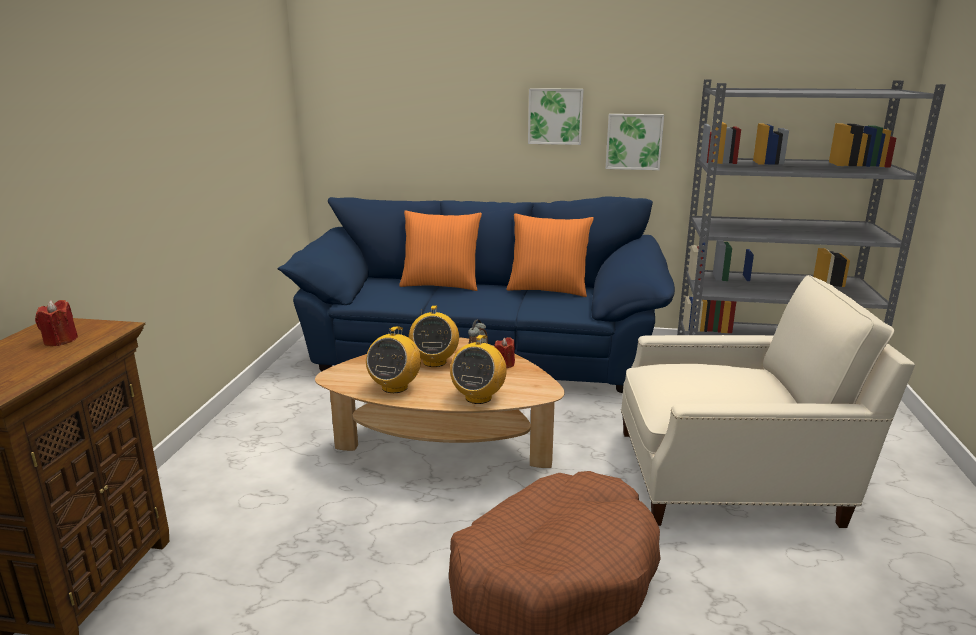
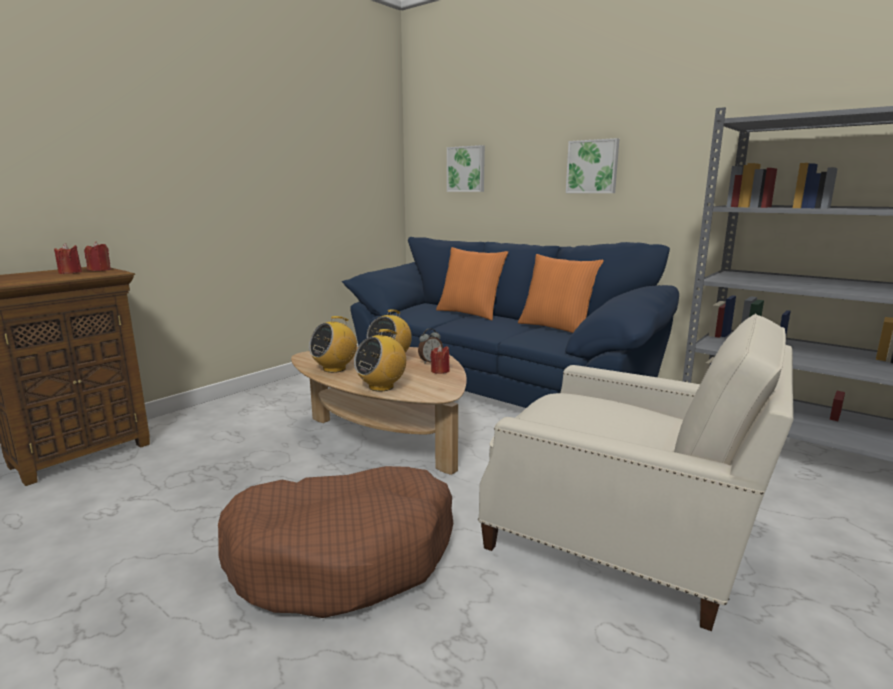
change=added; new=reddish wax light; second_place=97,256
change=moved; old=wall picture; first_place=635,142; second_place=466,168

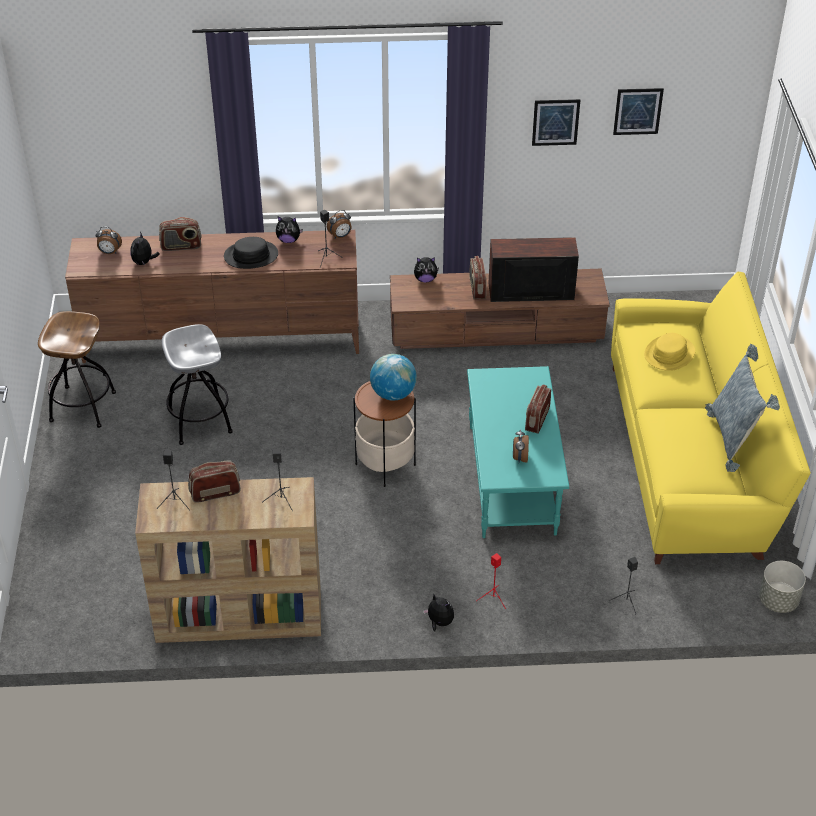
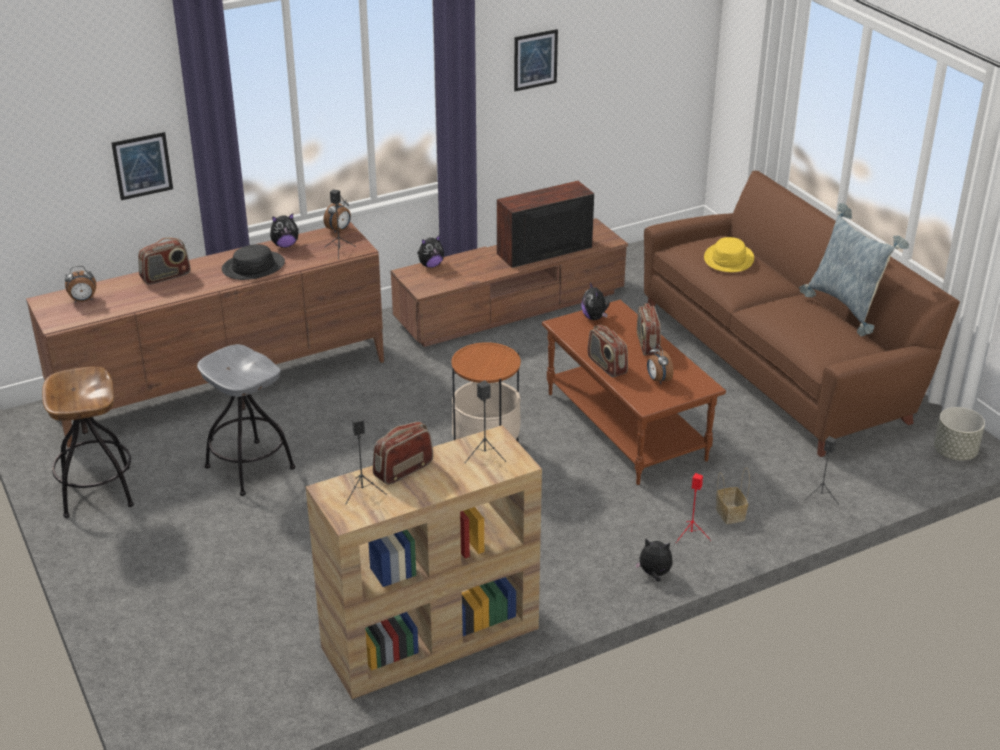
change=moved; old=wall picture; first_place=638,111; second_place=142,166
change=recoloured; old=turquoise-coloured coffee table; new=brownish coffee table; first_place=518,452; second_place=634,392
change=moved; old=soft toy; first_place=145,248; second_place=595,301
change=moved; old=radio; first_place=477,277; second_place=607,351
change=recoloured; old=yellowish couch; new=brownish couch; first_place=711,418; second_place=802,314
change=added; new=household basket; second_place=733,496
change=removed; old=desk globe; first_place=393,377

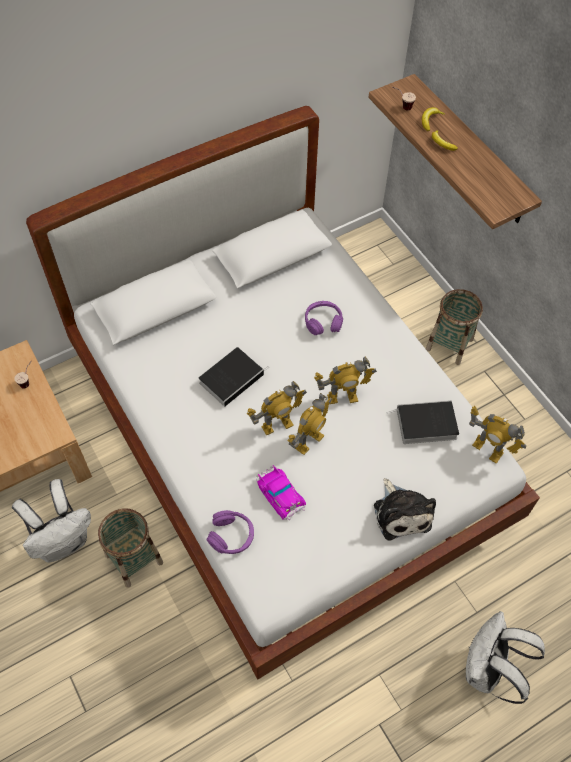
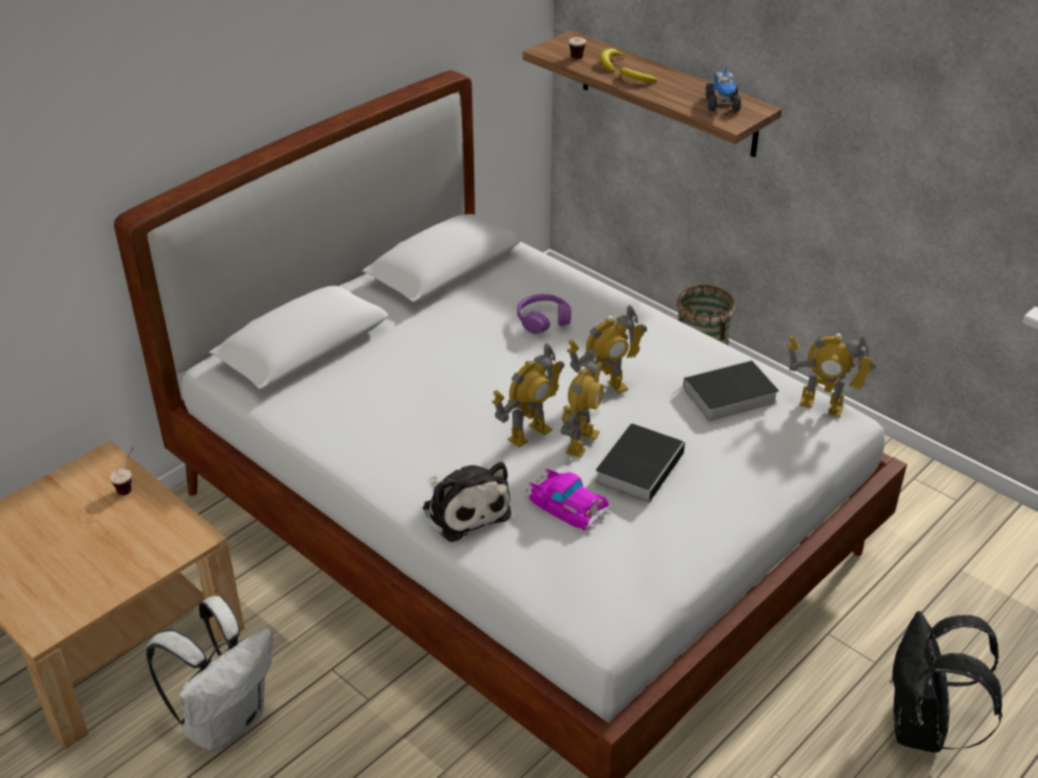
change=moved; old=soft toy; first_place=405,509; second_place=467,502
change=moved; old=volume; first_place=234,377; second_place=640,463
change=added; new=model truck; second_place=723,90
change=recoloured; old=white knapsack; new=black-coloured knapsack; first_place=505,657; second_place=946,682
change=removed; old=household basket; first_place=130,548
change=removed; old=purple pair of headphones; first_place=230,532

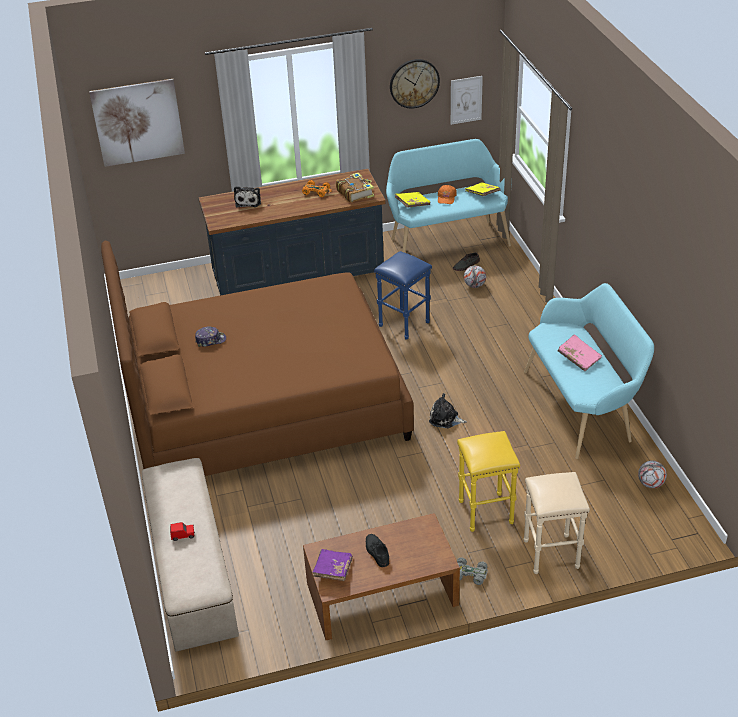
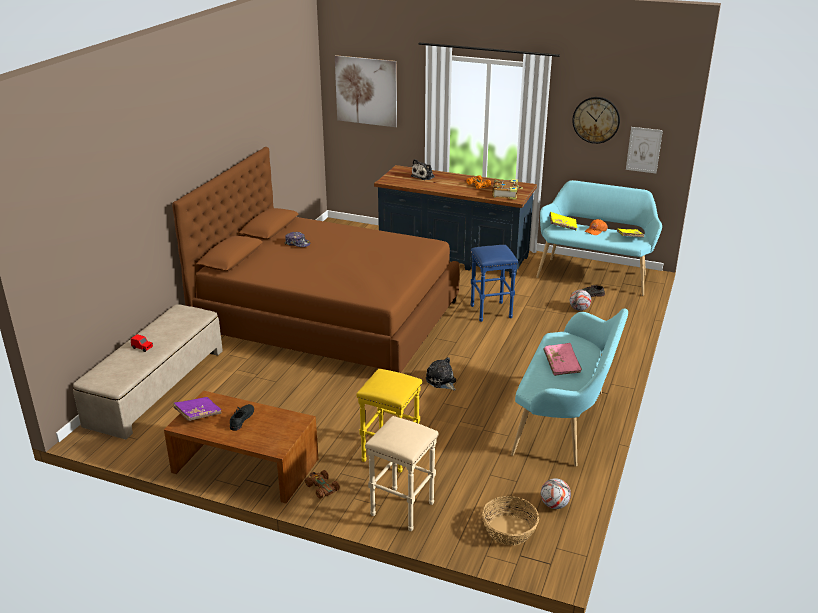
change=recoloured; old=greyish miniature car; new=brownish miniature car; first_place=472,571; second_place=322,484
change=added; new=household basket; second_place=510,520

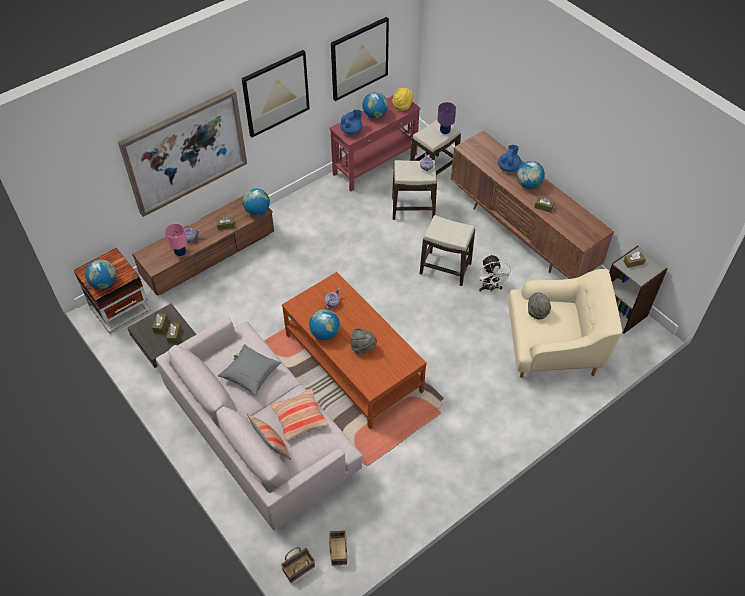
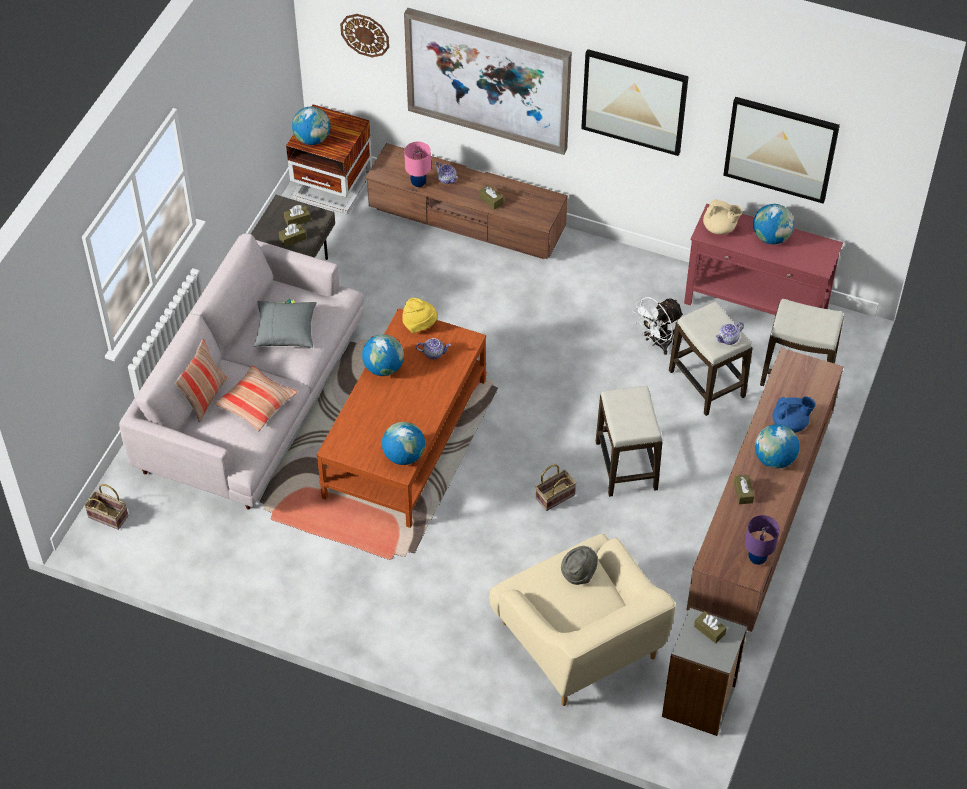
change=added; new=hanging clock; second_place=364,35
change=moved; old=desk globe; first_place=256,201; second_place=403,443
change=moved; old=yellowish hat; first_place=403,99; second_place=420,315
change=moved; old=household basket; first_place=338,548; second_place=555,487
change=moved; old=white cooling fan; first_place=494,273; second_place=658,326
change=recoloured; old=blue tea pot; new=sand-coloured tea pot; first_place=351,122; second_place=723,217
change=moved; old=purple lamp for a table; first_place=446,118; second_place=762,540
change=removed; old=greyish hat; first_place=363,341

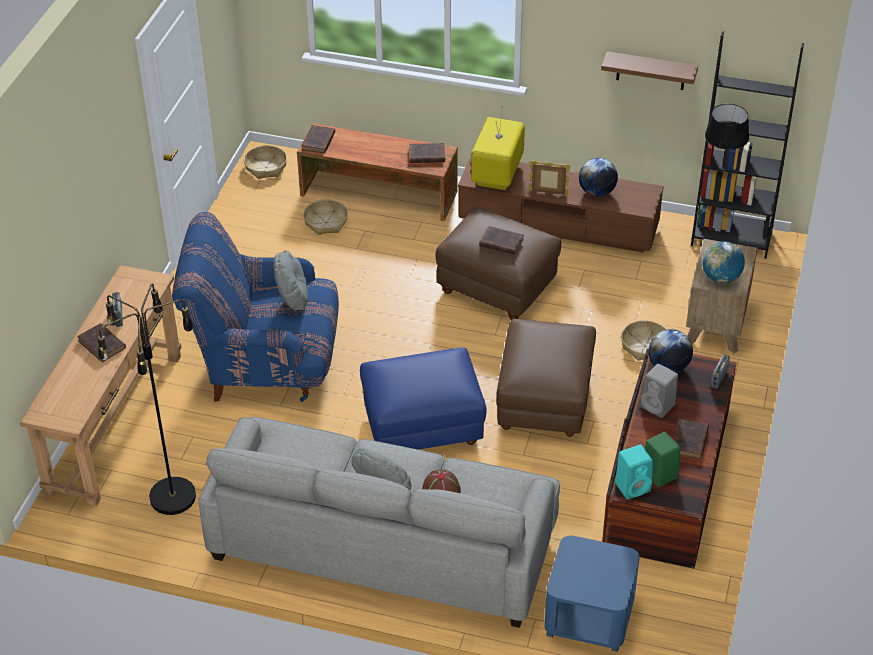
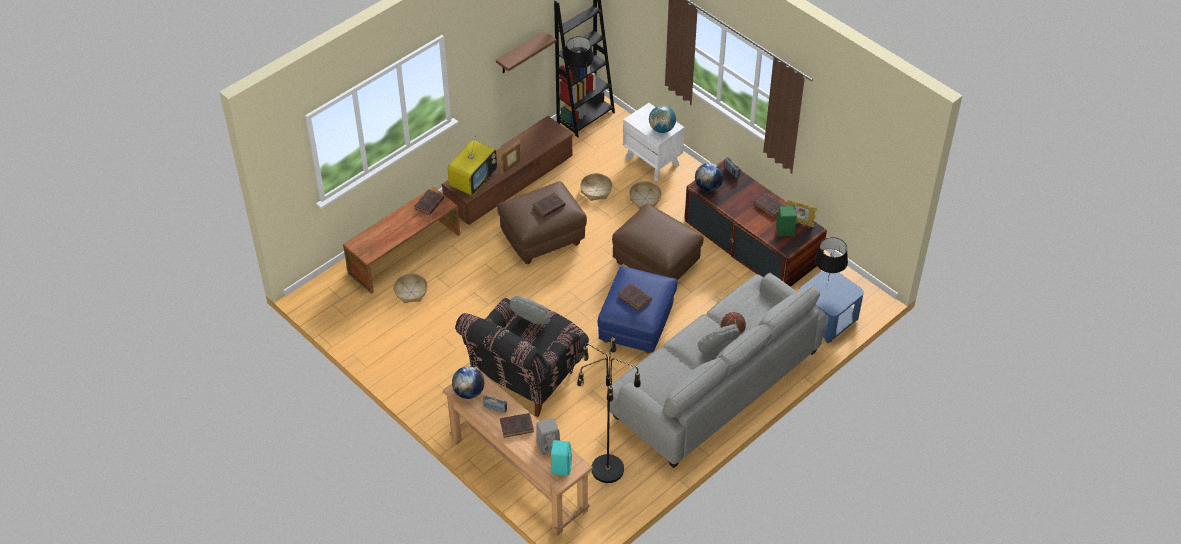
change=turned; old=television; first_place=497,148; second_place=472,166; degrees=-105
change=moved; old=desk globe; first_place=598,177; second_place=468,382
change=recoloured; old=blue easy chair; new=black-coloured easy chair; first_place=255,307; second_place=522,357
change=moved; old=greyish loudspeaker; first_place=659,391; second_place=548,436
change=moved; old=turquoise-coloured loudspeaker; first_place=634,472; second_place=561,458
change=moved; old=household basket; first_place=265,162; second_place=596,187
change=moved; old=brownish volume; first_place=318,139; second_place=635,297
change=recoloured; old=brownish bedside table; new=white bedside table; first_place=721,296; second_place=654,142
change=added; new=photo frame; second_place=802,213
change=added; new=black-coloured lamp for a table; second_place=831,258

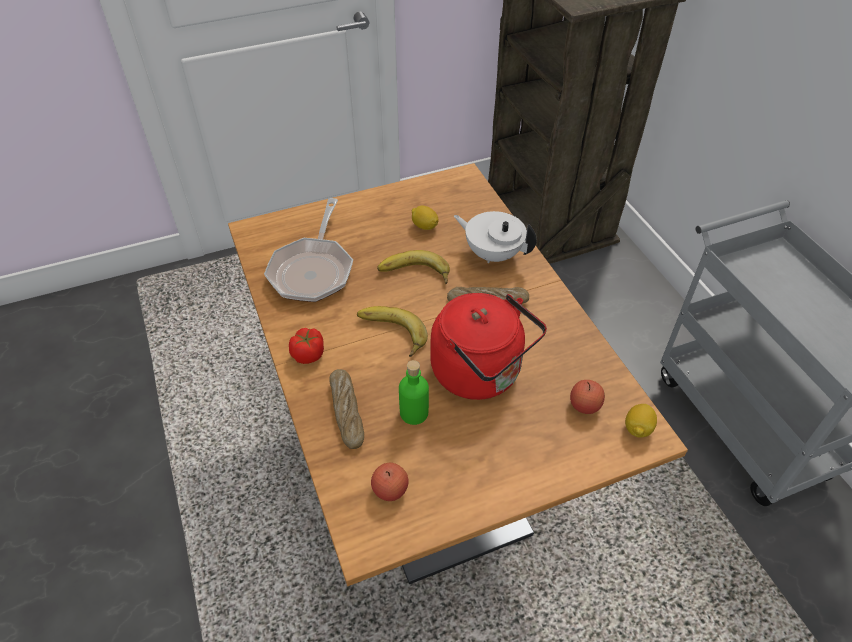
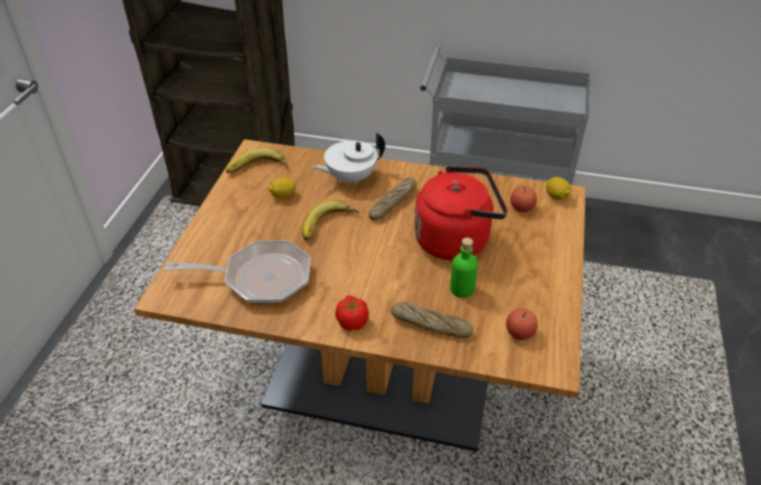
change=turned; old=pan; first_place=308,250; second_place=237,272; degrees=-45
change=moved; old=banana fruit; first_place=392,331; second_place=256,160

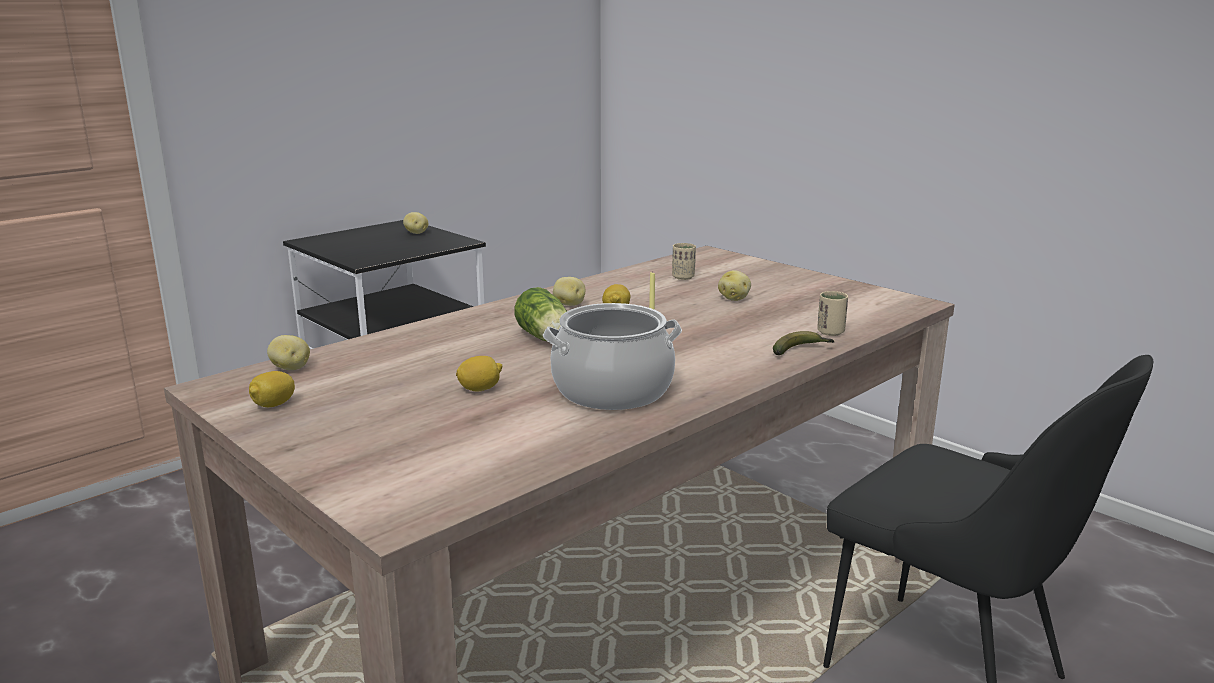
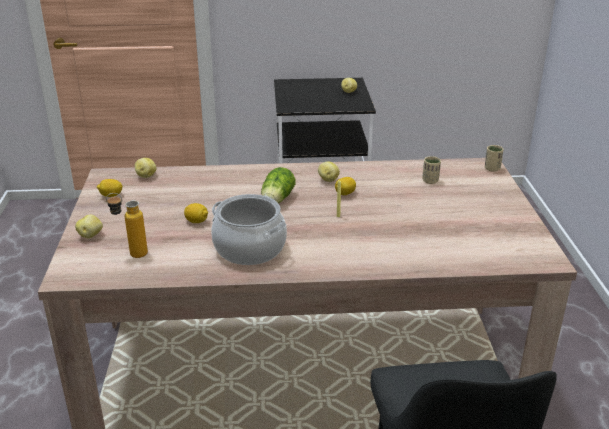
change=moved; old=spud; first_place=734,285; second_place=89,226
change=added; new=drink bottle; second_place=127,225
change=moved; old=sand-coloured small cup; first_place=832,313; second_place=494,158
change=removed; old=banana fruit; first_place=803,343

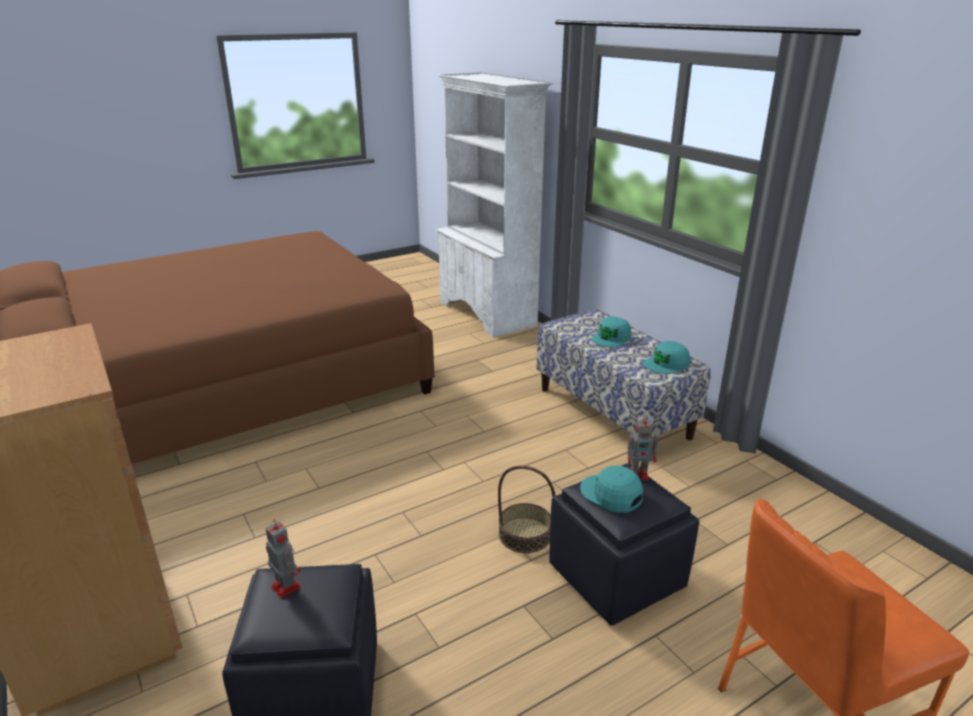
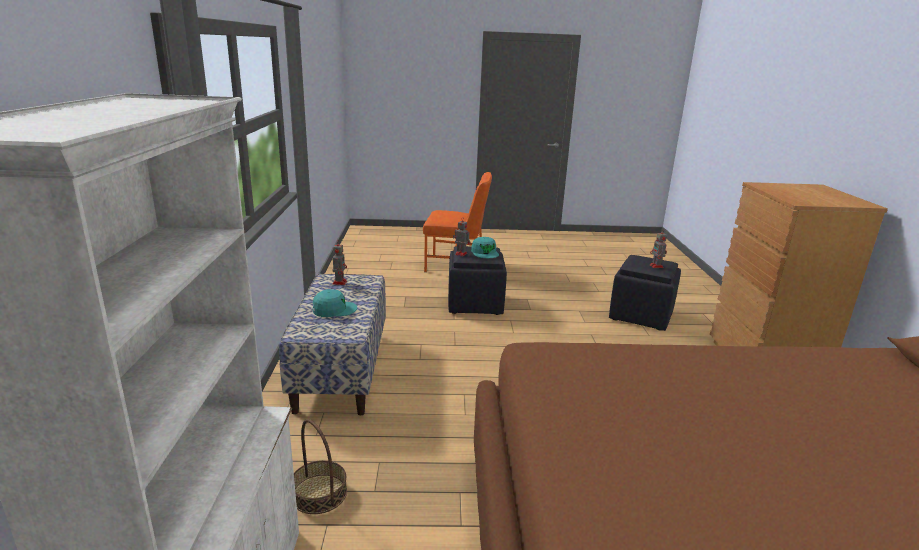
change=moved; old=household basket; first_place=526,509; second_place=320,466
change=replaced; old=turquoise-coloured baseball cap; new=model robot; first_place=666,357; second_place=339,263

